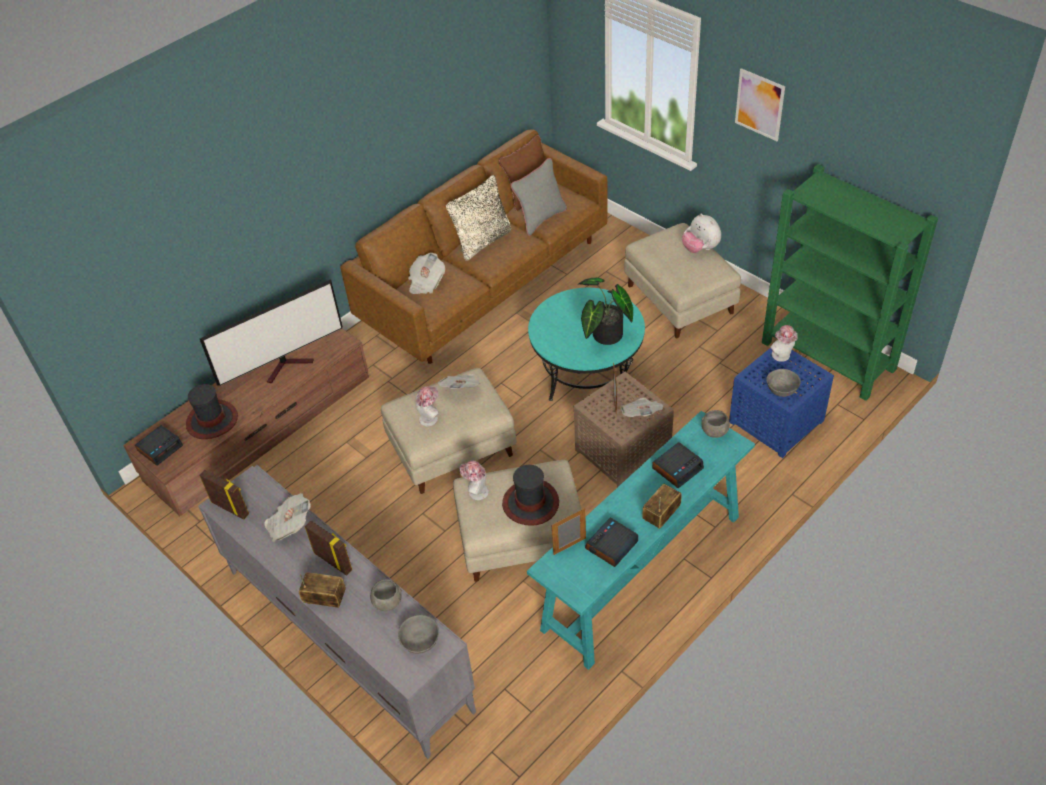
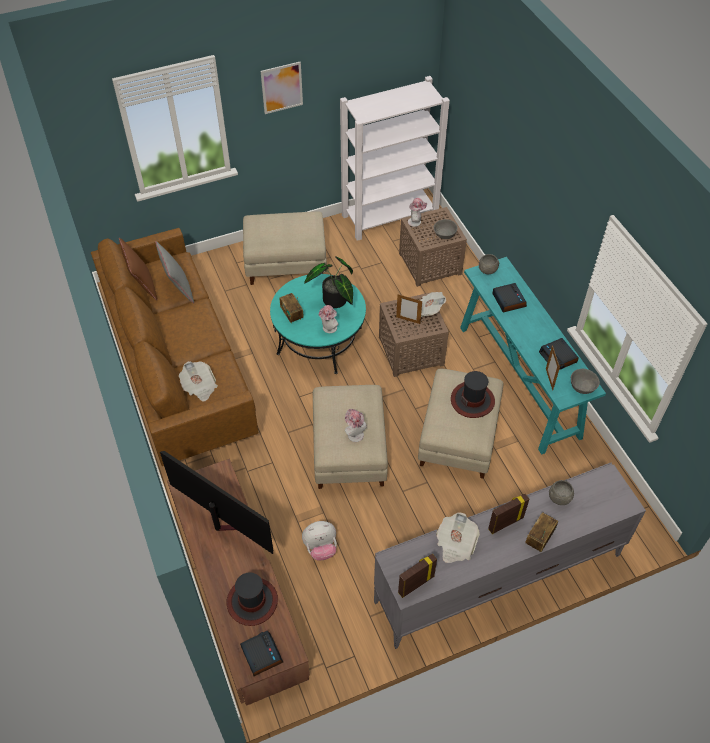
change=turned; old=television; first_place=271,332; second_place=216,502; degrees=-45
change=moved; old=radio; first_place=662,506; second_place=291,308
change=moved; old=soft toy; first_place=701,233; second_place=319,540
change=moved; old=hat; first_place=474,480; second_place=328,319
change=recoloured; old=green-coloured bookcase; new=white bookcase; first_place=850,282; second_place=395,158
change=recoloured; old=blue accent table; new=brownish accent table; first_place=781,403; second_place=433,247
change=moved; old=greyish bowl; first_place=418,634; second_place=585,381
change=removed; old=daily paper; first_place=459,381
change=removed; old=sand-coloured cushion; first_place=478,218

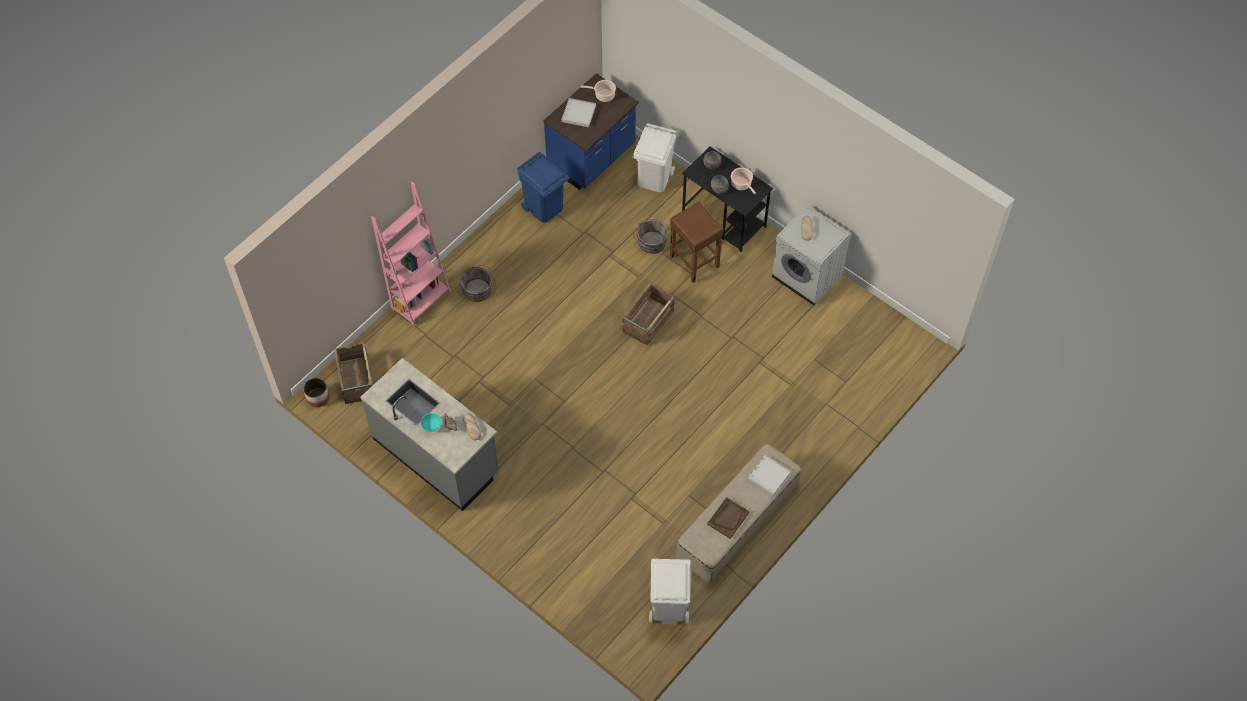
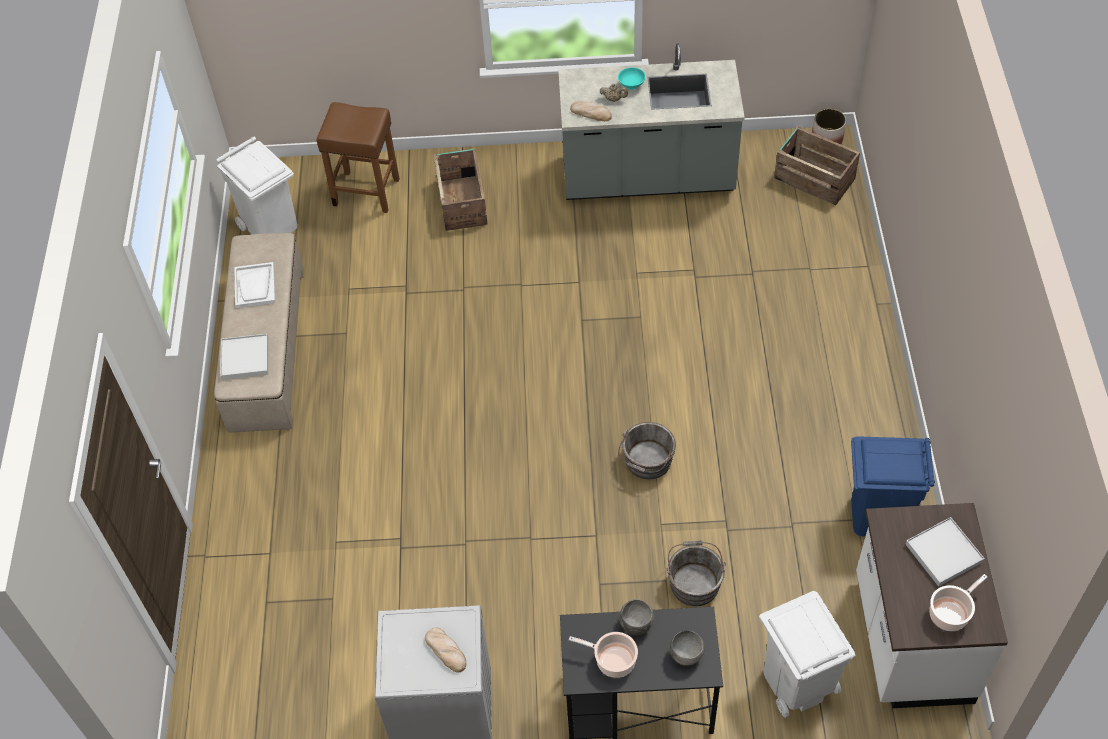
change=recoloured; old=brownish tray; new=white tray; first_place=728,518; second_place=255,285
change=moved; old=brownish sitting stool; first_place=697,242; second_place=358,157
change=moved; old=packing crate; first_place=649,314; second_place=461,189
change=moved; old=greyish water bucket; first_place=478,283; second_place=647,450
change=recoloured; old=blue kitchen counter; new=white kitchen counter; first_place=591,131; second_place=932,605
change=removed; old=pinkish bookcase; first_place=411,253

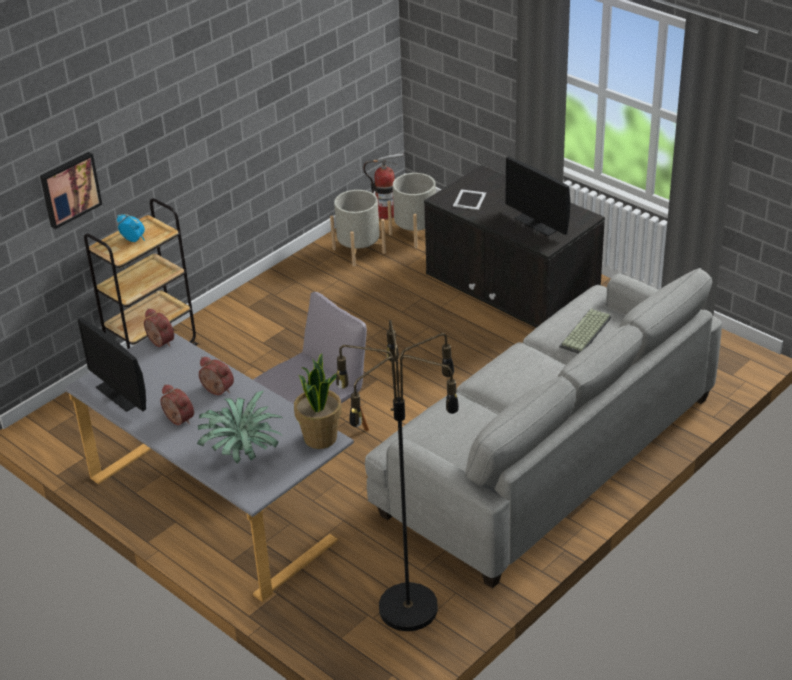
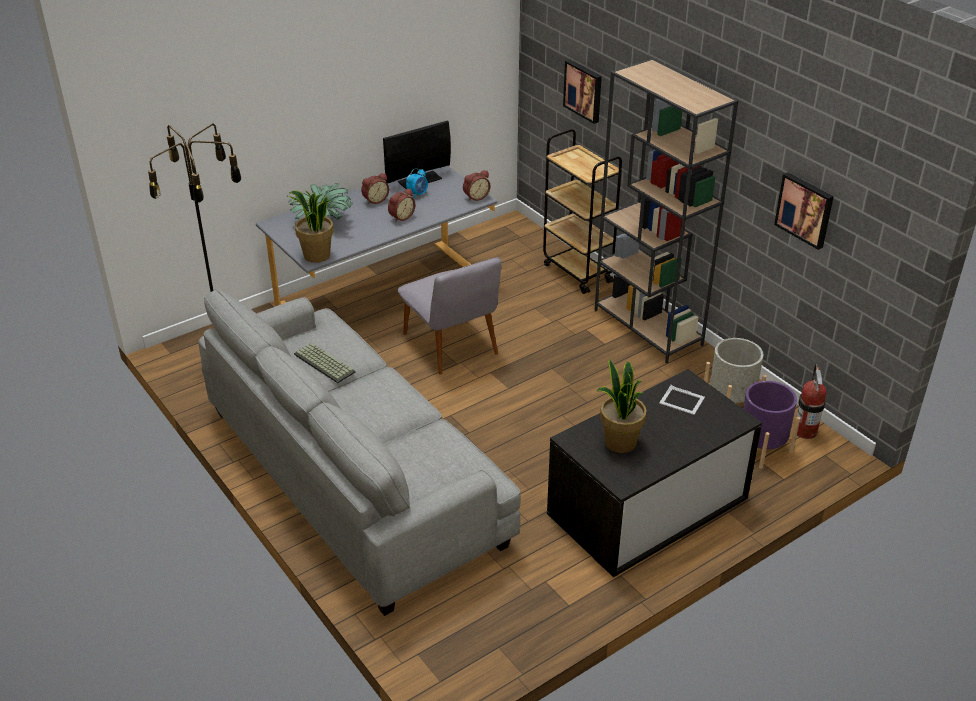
change=moved; old=PC keyboard; first_place=585,331; second_place=325,363
change=moved; old=alarm clock; first_place=131,228; second_place=417,183
change=added; new=bookcase; second_place=666,211
change=replaced; old=computer screen; new=plant in a pot; first_place=538,196; second_place=622,406
change=recoloured; old=greyish planter; new=purple planter; first_place=411,210; second_place=771,425
change=added; new=wall picture; second_place=804,211

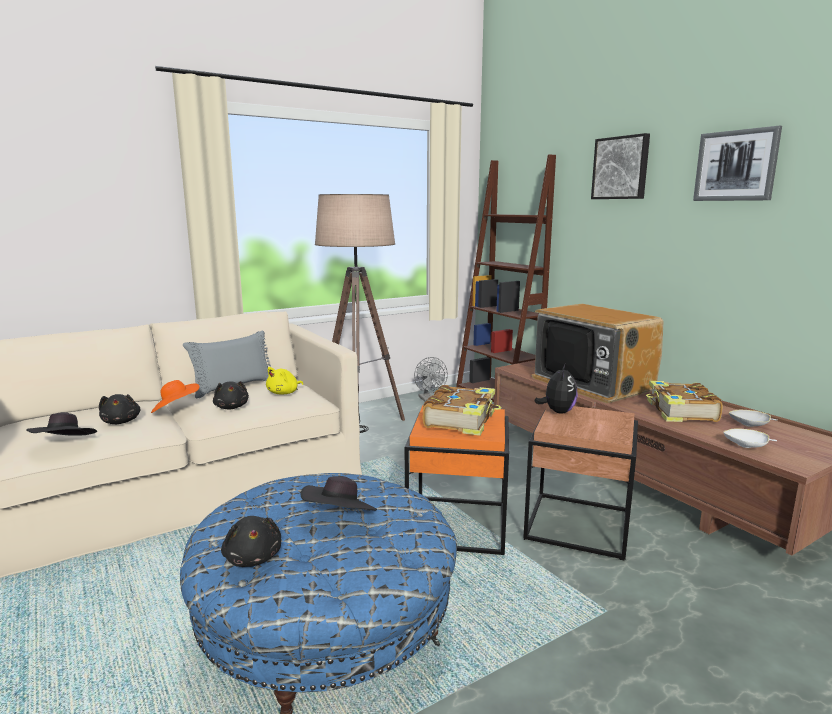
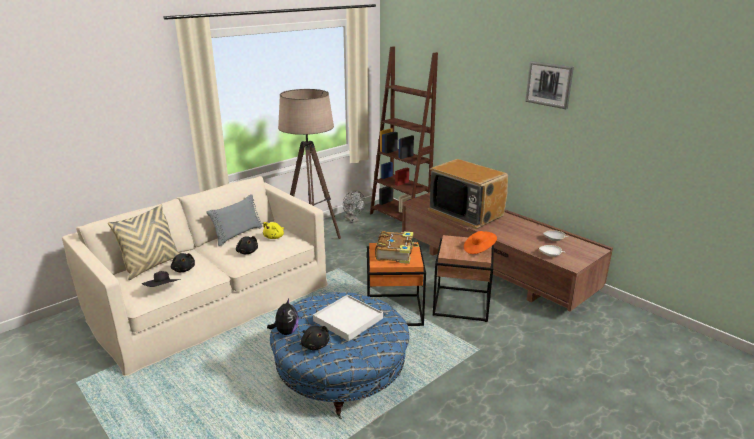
change=added; new=sand-coloured cushion; second_place=144,242
change=moved; old=soft toy; first_place=556,388; second_place=283,316
change=replaced; old=black-coloured hat; new=white tray; first_place=339,493; second_place=348,317
change=moved; old=orange hat; first_place=175,396; second_place=480,242
change=removed; old=wall picture; first_place=620,166
change=removed; old=volume; first_place=684,401

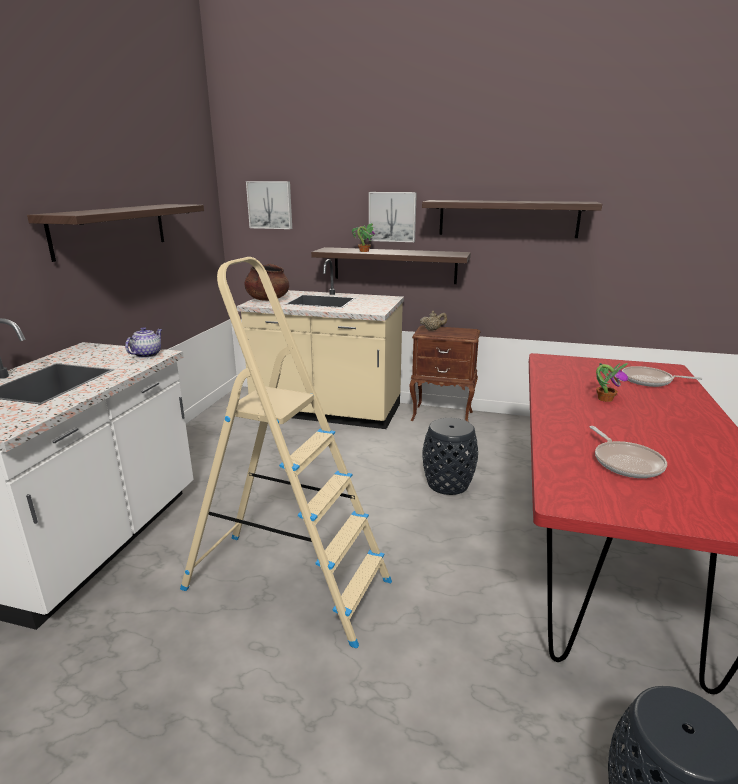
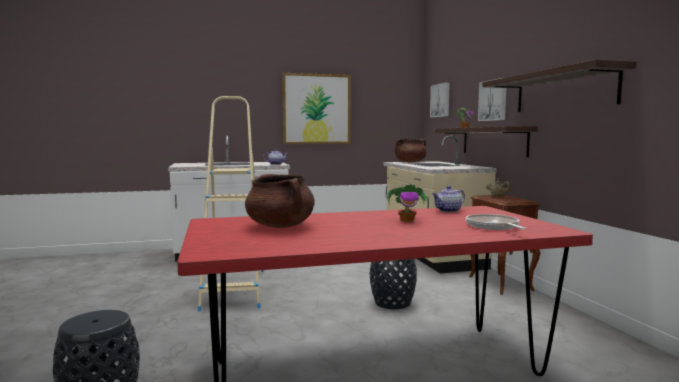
change=replaced; old=pan; new=brownish saucepot; first_place=628,452; second_place=280,201
change=replaced; old=bracket shelf; new=wall picture; first_place=115,233; second_place=316,108
change=added; new=tea pot; second_place=448,199

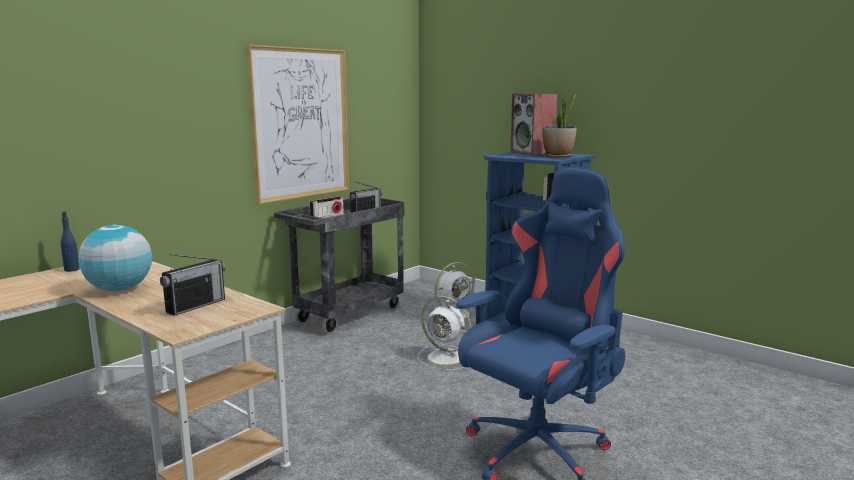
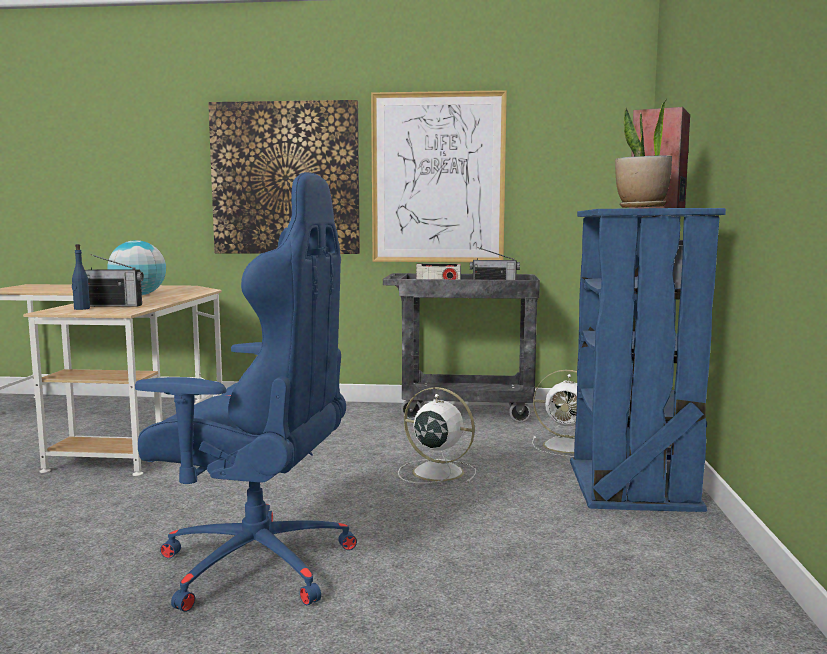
change=moved; old=blue drink bottle; first_place=70,242; second_place=81,277
change=added; new=wall picture; second_place=284,177
change=turned; old=white cooling fan; first_place=444,333; second_place=437,435; degrees=120

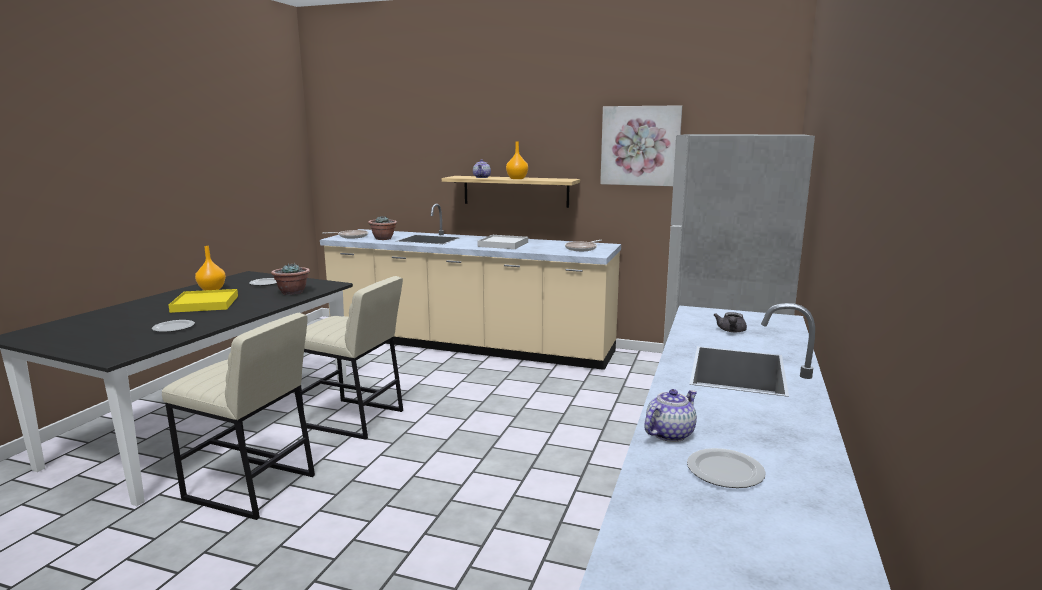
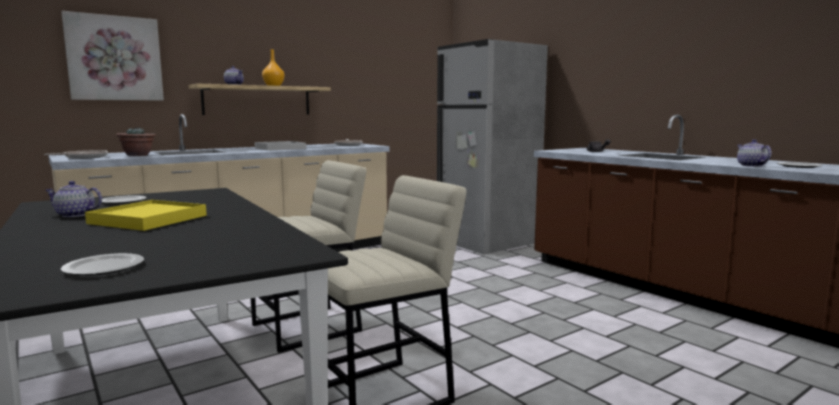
change=replaced; old=orange decorative vase; new=tea pot; first_place=210,268; second_place=73,199
change=moved; old=dinner plate; first_place=173,326; second_place=102,264
change=moved; old=wall picture; first_place=641,145; second_place=112,56
change=removed; old=plant in a pot; first_place=290,279

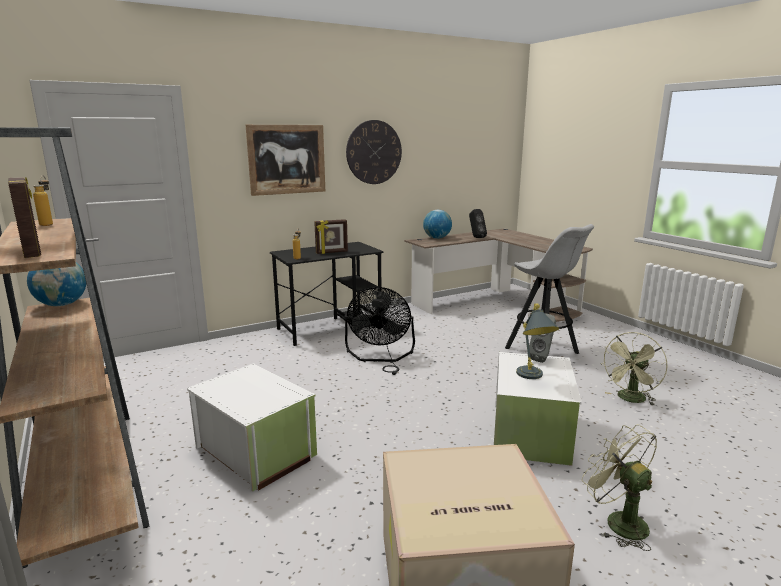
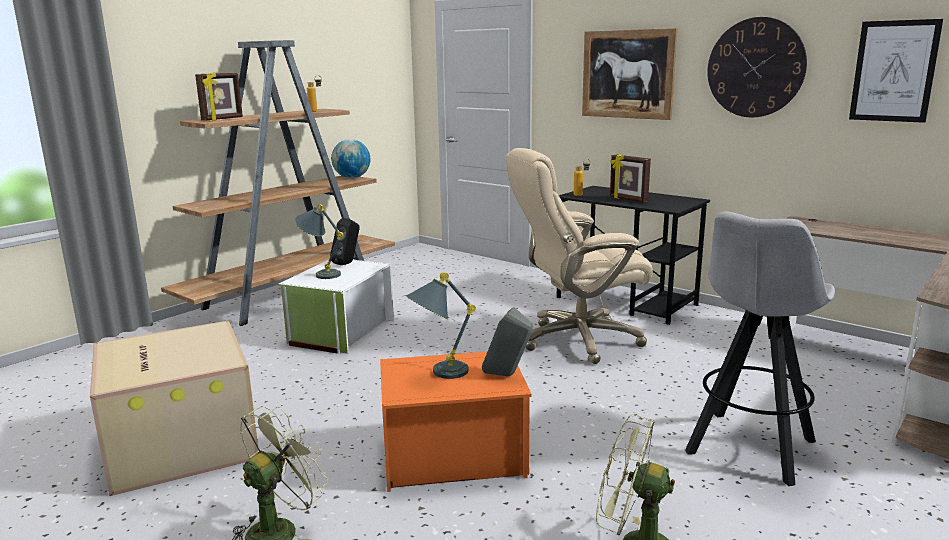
change=added; new=greyish lamp for a table; second_place=318,241
change=moved; old=black-coloured loudspeaker; first_place=478,223; second_place=345,241
change=recoloured; old=white storage container; new=orange storage container; first_place=538,409; second_place=456,422
change=replaced; old=black-coloured cooling fan; new=sand-coloured desk chair; first_place=380,331; second_place=579,256
change=added; new=wall picture; second_place=896,71
change=removed; old=desk globe; first_place=437,224

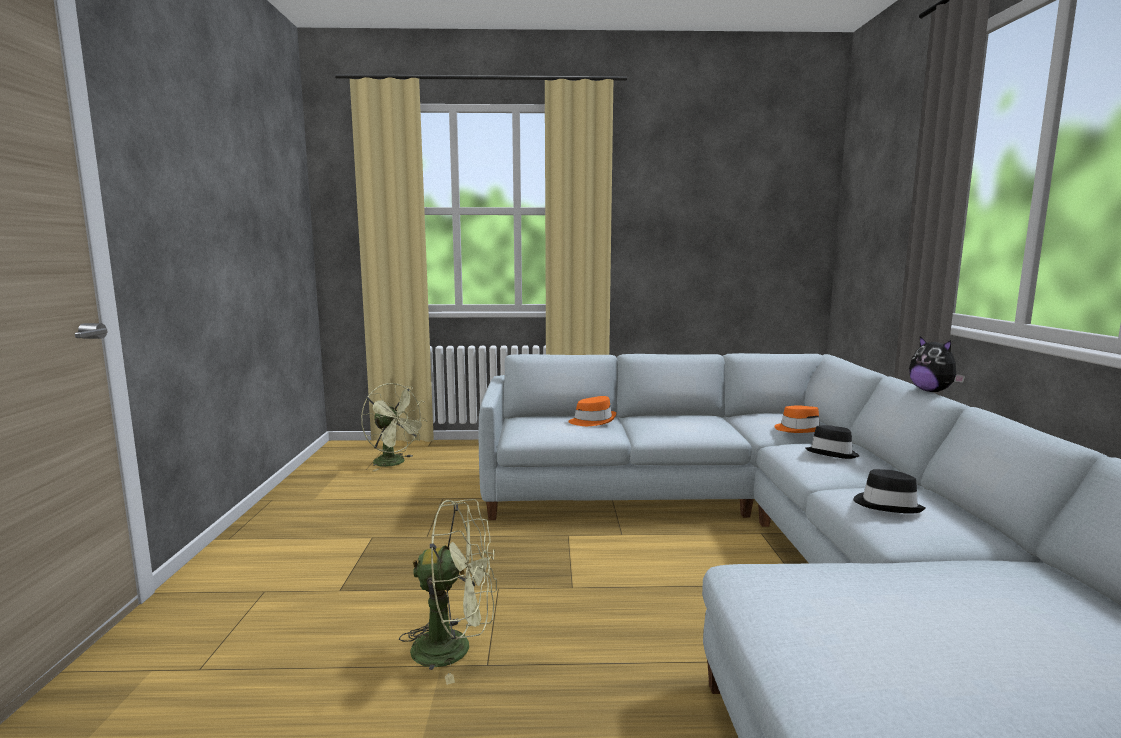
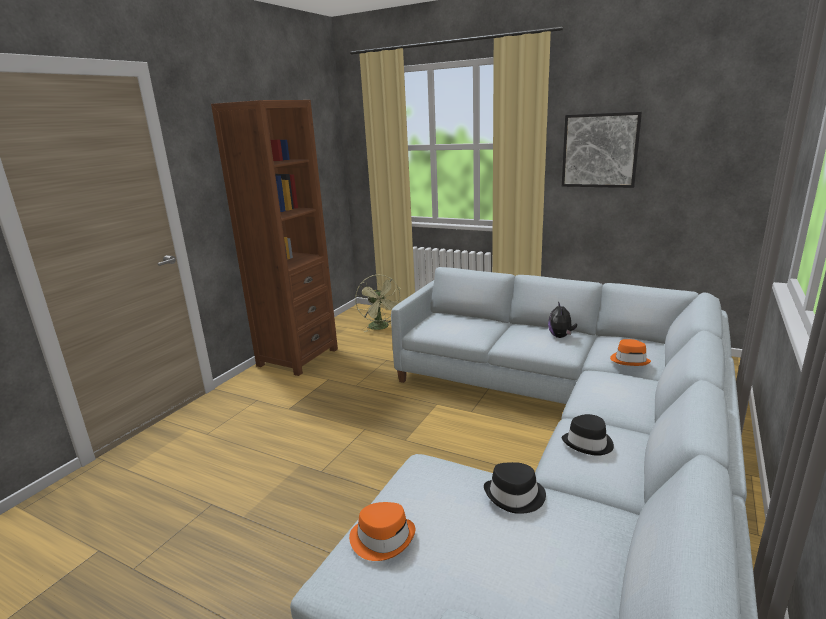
change=added; new=brownish bookcase; second_place=274,238
change=moved; old=orange hat; first_place=592,411; second_place=382,531
change=moved; old=black-coloured hat; first_place=832,442; second_place=515,488
change=moved; old=soft toy; first_place=937,364; second_place=562,319
change=added; new=wall picture; second_place=602,150
change=removed; old=green-coloured cooling fan; first_place=448,592

